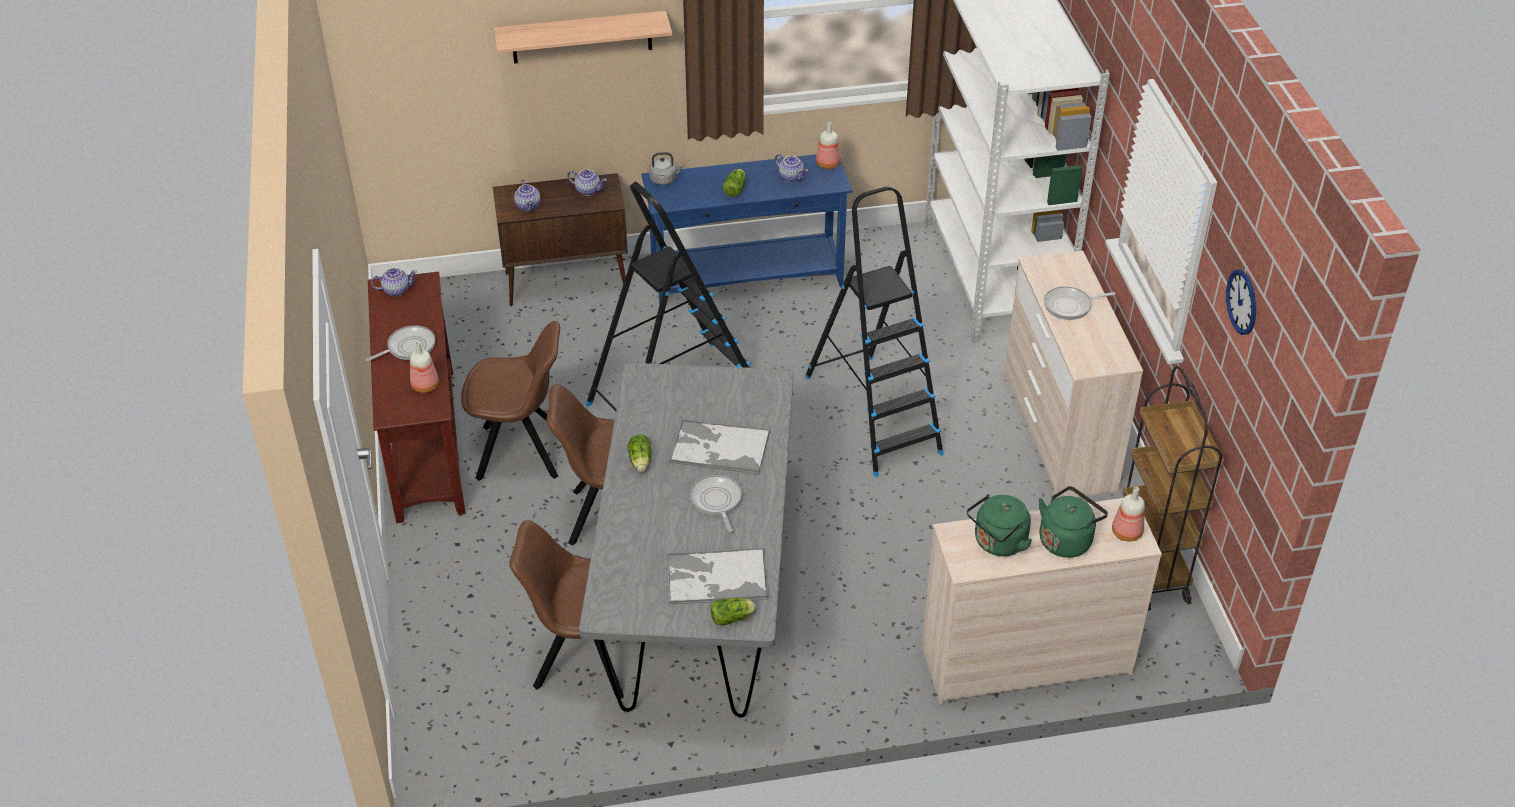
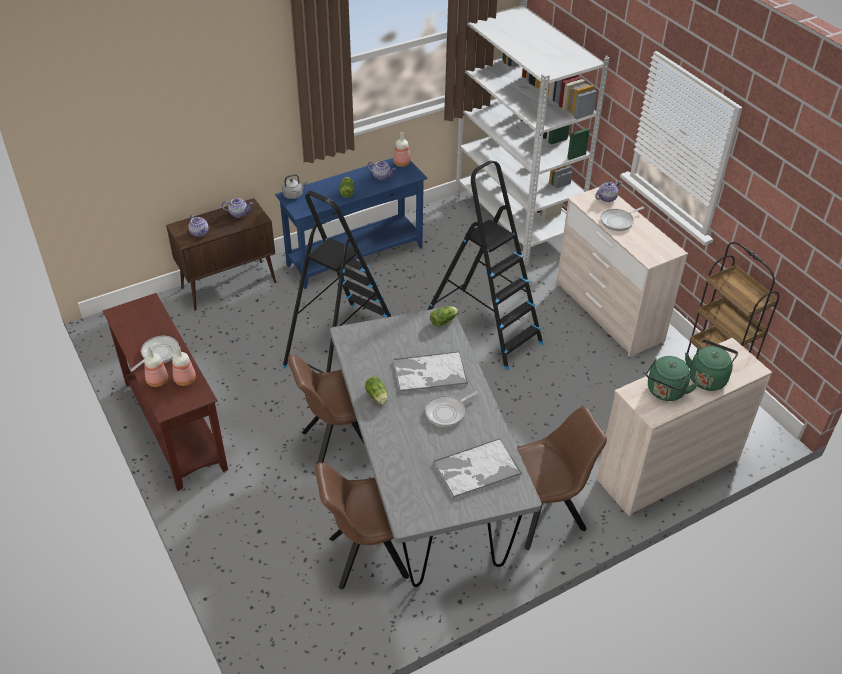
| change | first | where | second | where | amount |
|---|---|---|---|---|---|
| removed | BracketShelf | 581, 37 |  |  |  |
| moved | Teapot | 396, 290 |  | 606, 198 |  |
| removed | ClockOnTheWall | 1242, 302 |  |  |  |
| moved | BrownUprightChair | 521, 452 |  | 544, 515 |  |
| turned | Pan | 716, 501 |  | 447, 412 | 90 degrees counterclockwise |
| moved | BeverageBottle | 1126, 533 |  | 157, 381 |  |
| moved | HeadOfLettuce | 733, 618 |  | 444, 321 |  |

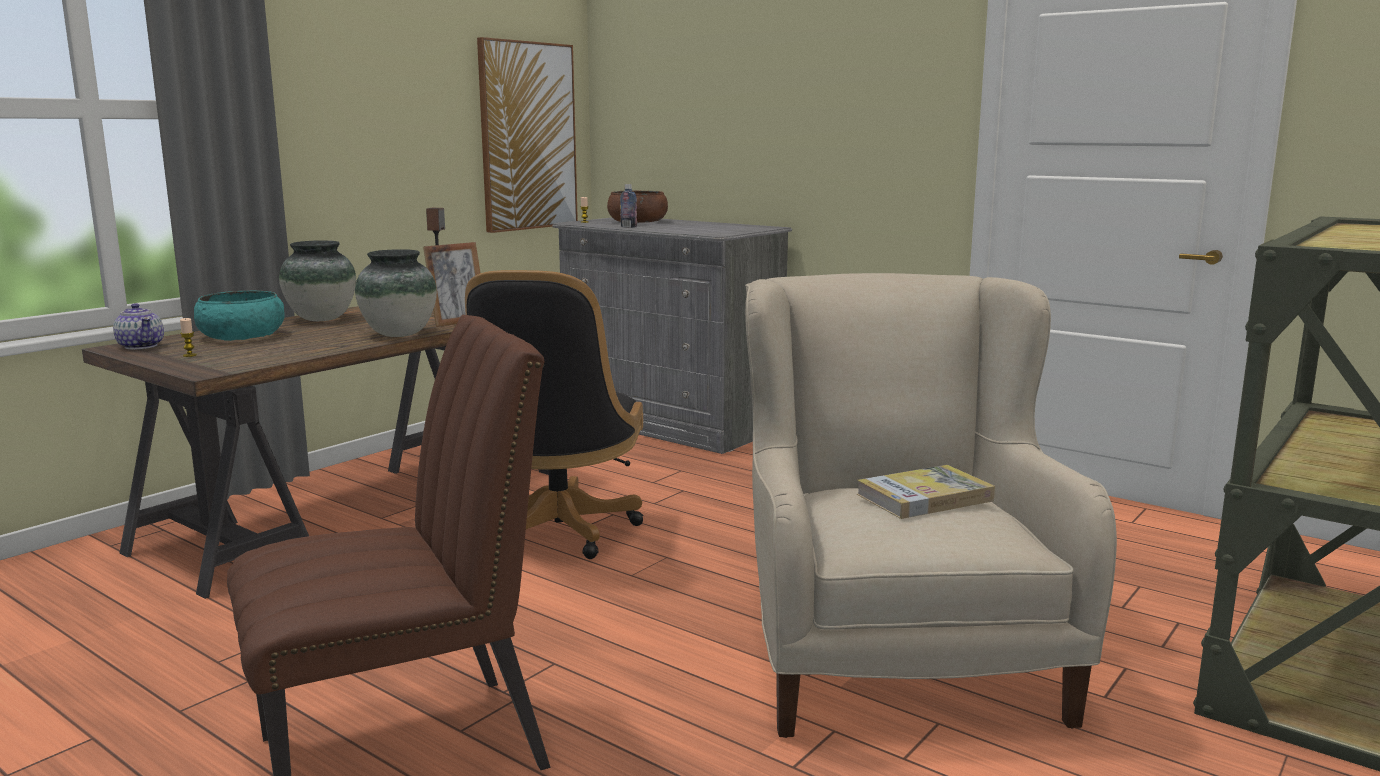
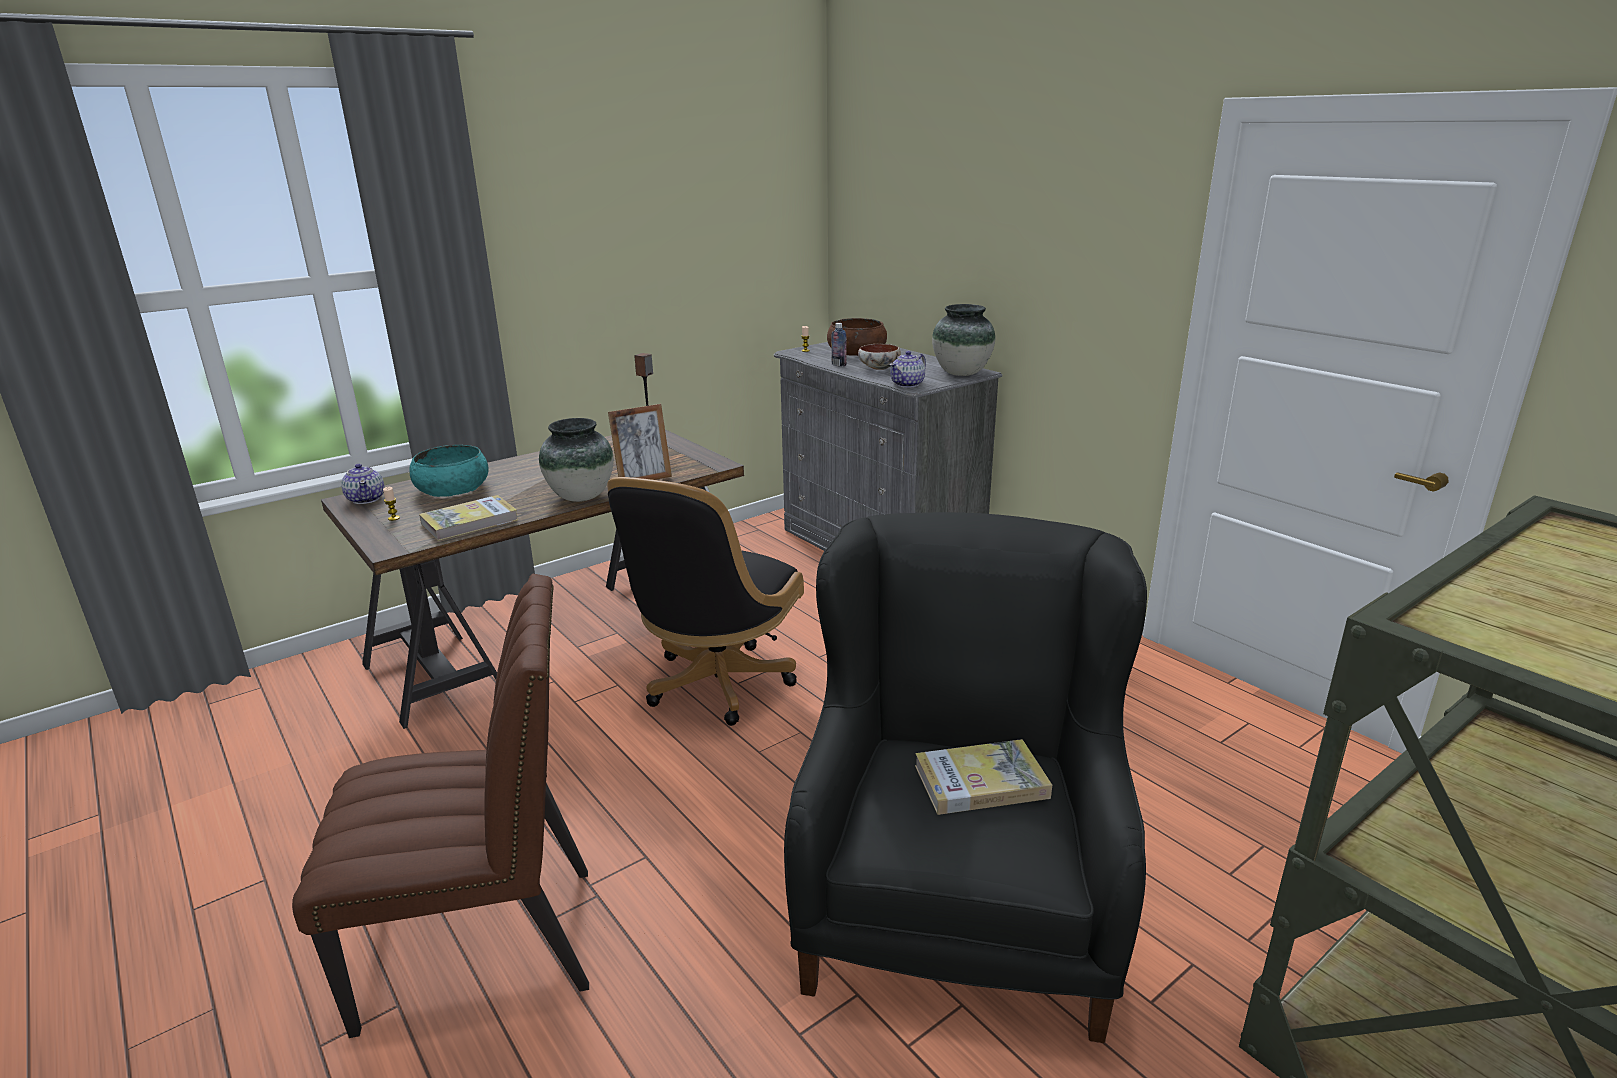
| change | first | where | second | where | amount |
|---|---|---|---|---|---|
| removed | WallPicture | 528, 136 |  |  |  |
| moved | FlowerVase | 322, 319 |  | 961, 373 |  |
| recoloured | BeigeColouredArmchair | 890, 652 | BlackColouredArmchair | 956, 898 |  |
| added |  |  | DeepDish | 879, 368 |  |
| added |  |  | Teapot | 908, 384 |  |
| added |  |  | BoundBook | 470, 522 |  |

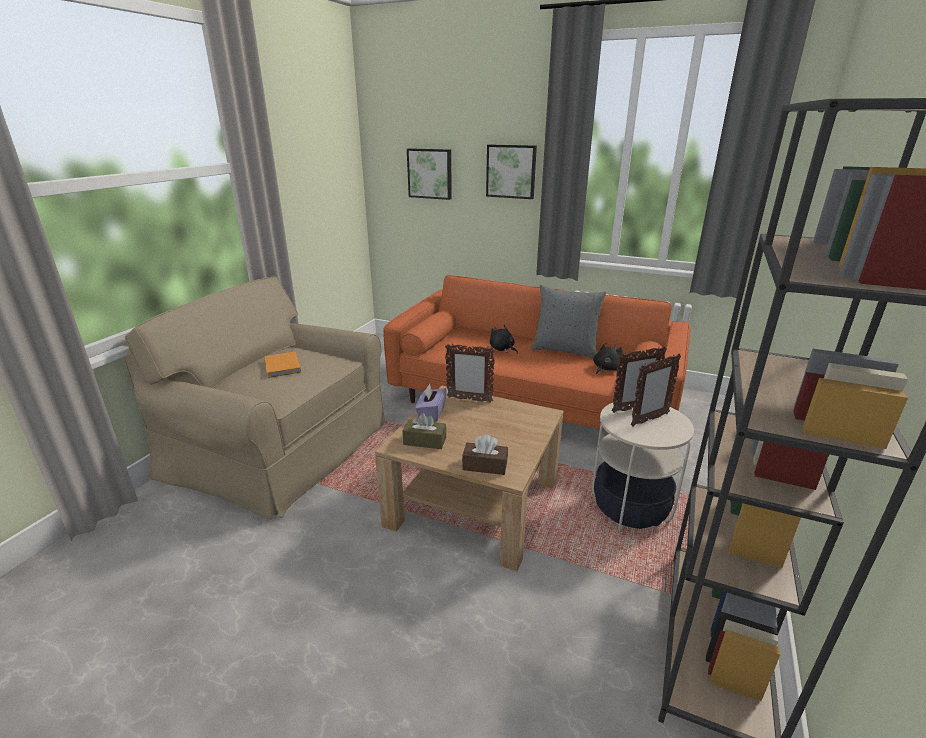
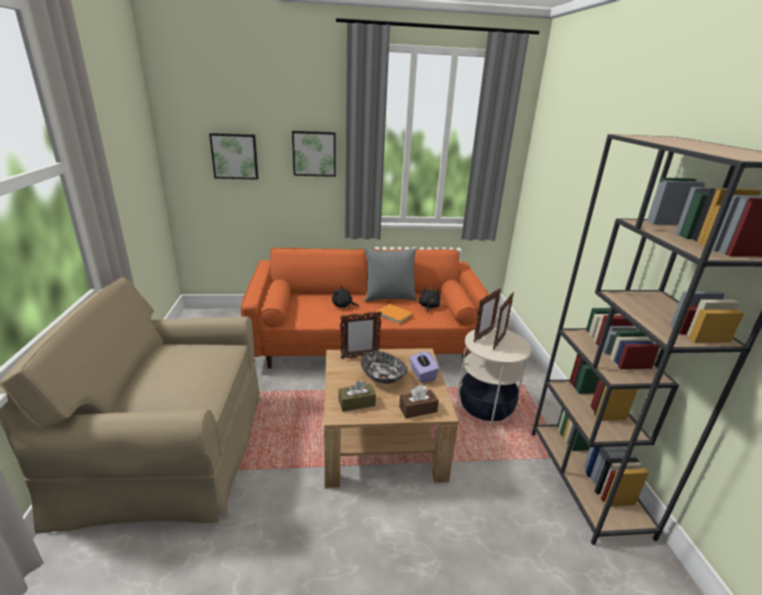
| change | first | where | second | where | amount |
|---|---|---|---|---|---|
| moved | OrangeColouredBoundBook | 282, 367 |  | 394, 315 |  |
| moved | PurpleTissueBox | 431, 413 |  | 422, 374 |  |
| added |  |  | DeepDish | 383, 377 |  |

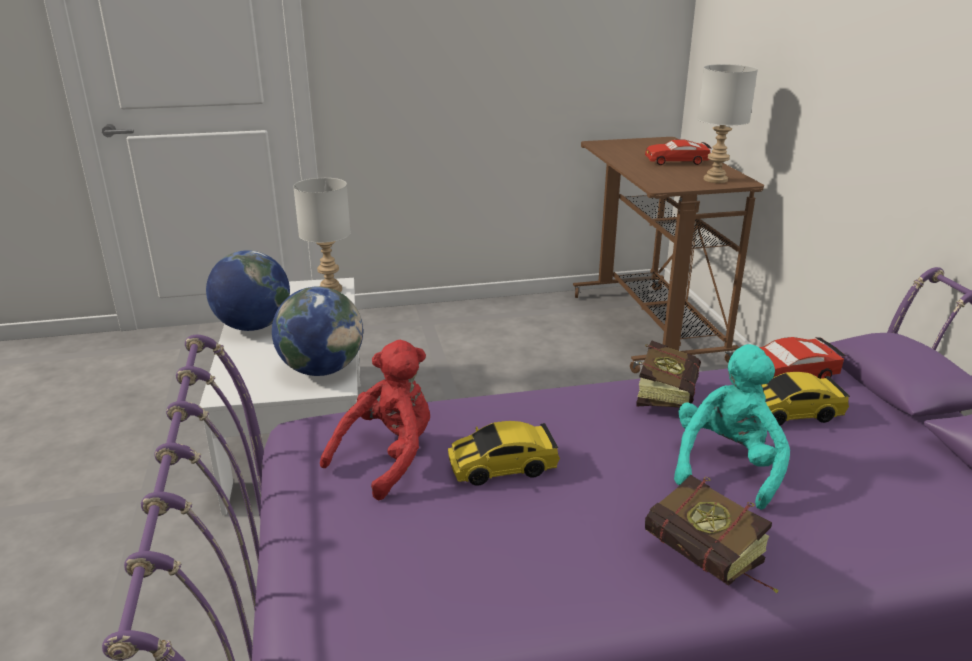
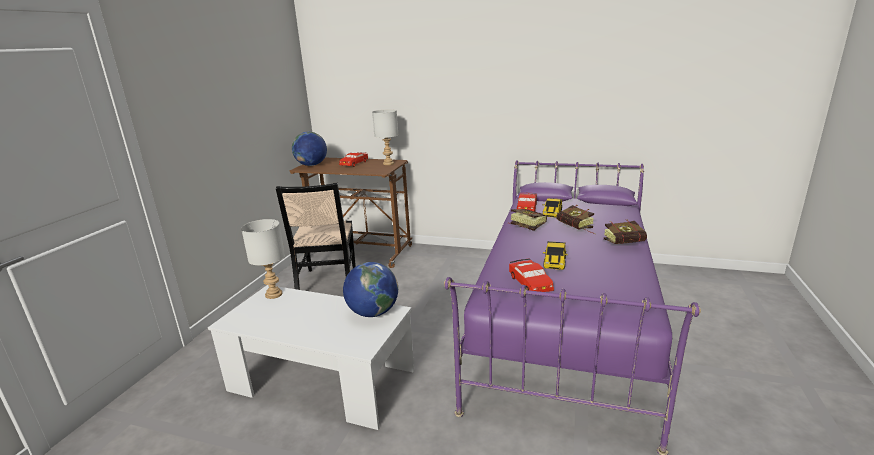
| change | first | where | second | where | amount |
|---|---|---|---|---|---|
| moved | Globe | 253, 326 |  | 311, 165 |  |
| replaced | RedSoftToy | 388, 458 | RedModelCar | 530, 283 |  |
| replaced | BlueGreenSoftToy | 727, 466 | BoundBook | 577, 229 |  |
| added |  |  | UprightChair | 328, 283 |  |

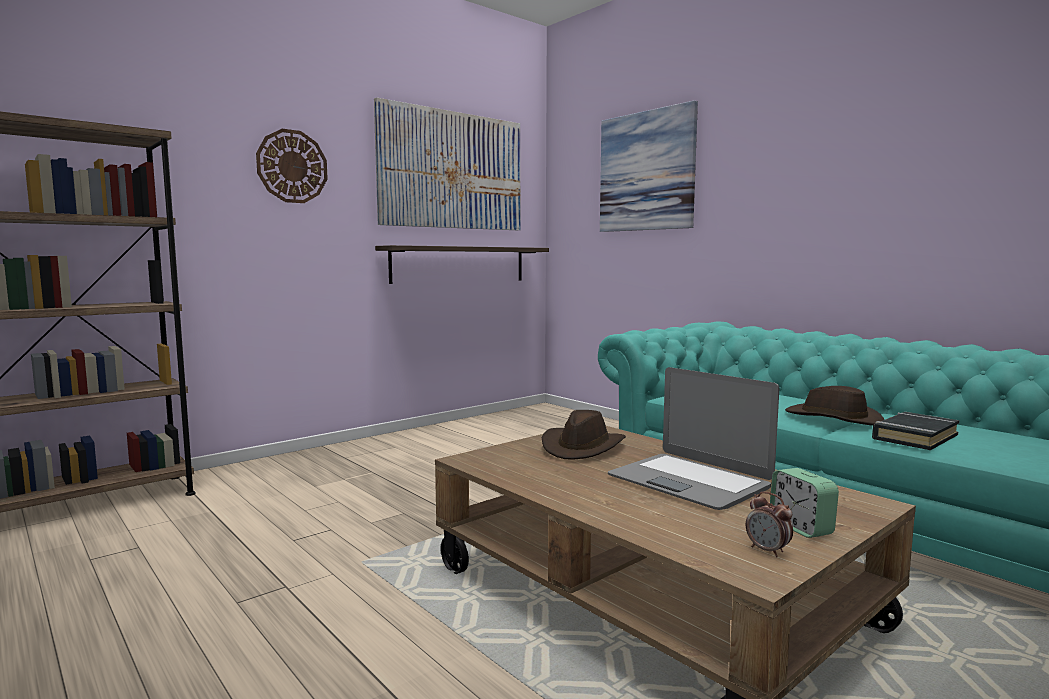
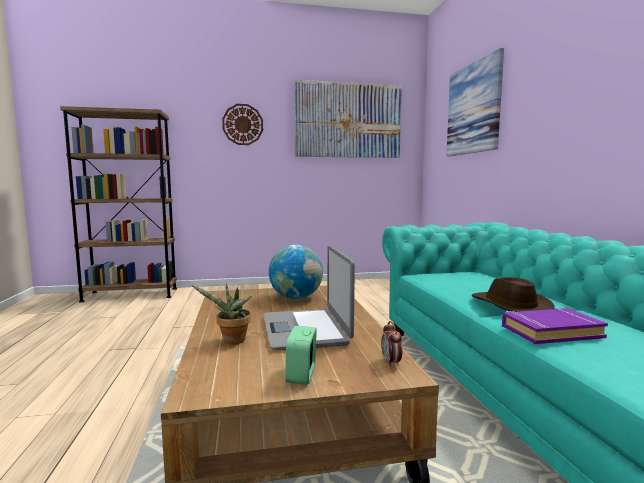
| change | first | where | second | where | amount |
|---|---|---|---|---|---|
| removed | BracketShelf | 460, 264 |  |  |  |
| replaced | BrownWearableHat | 583, 447 | Globe | 296, 298 |  |
| recoloured | BlackColouredBoundBook | 914, 437 | PurpleBoundBook | 550, 331 |  |
| moved | TableClock | 768, 551 |  | 391, 363 |  |
| added |  |  | PlantInAPot | 232, 341 |  |

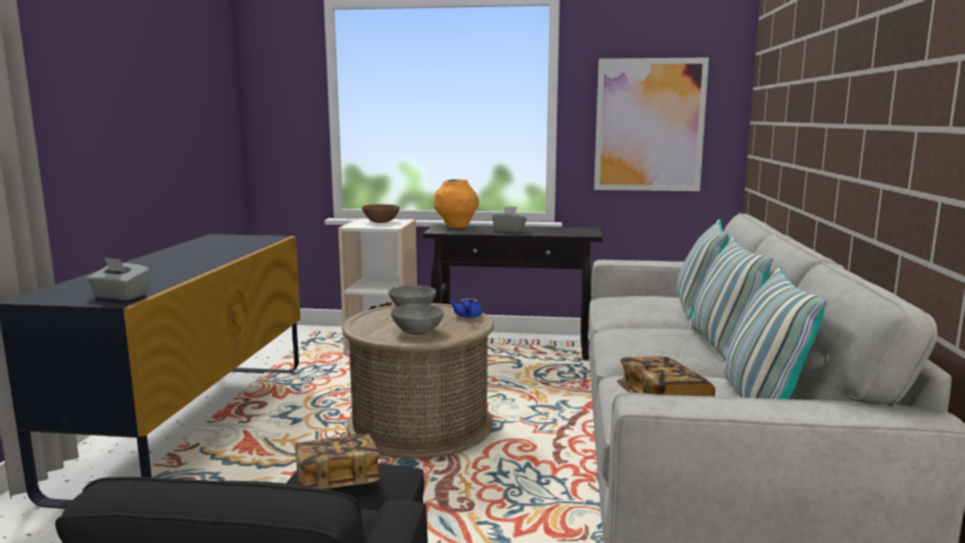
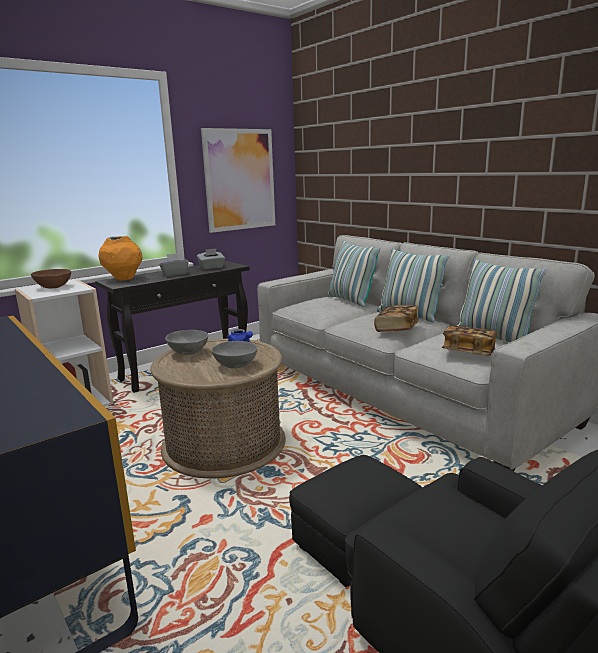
| change | first | where | second | where | amount |
|---|---|---|---|---|---|
| moved | GreyishTissueBox | 120, 296 |  | 211, 267 |  |
| moved | BoundBook | 338, 480 |  | 396, 329 |  |

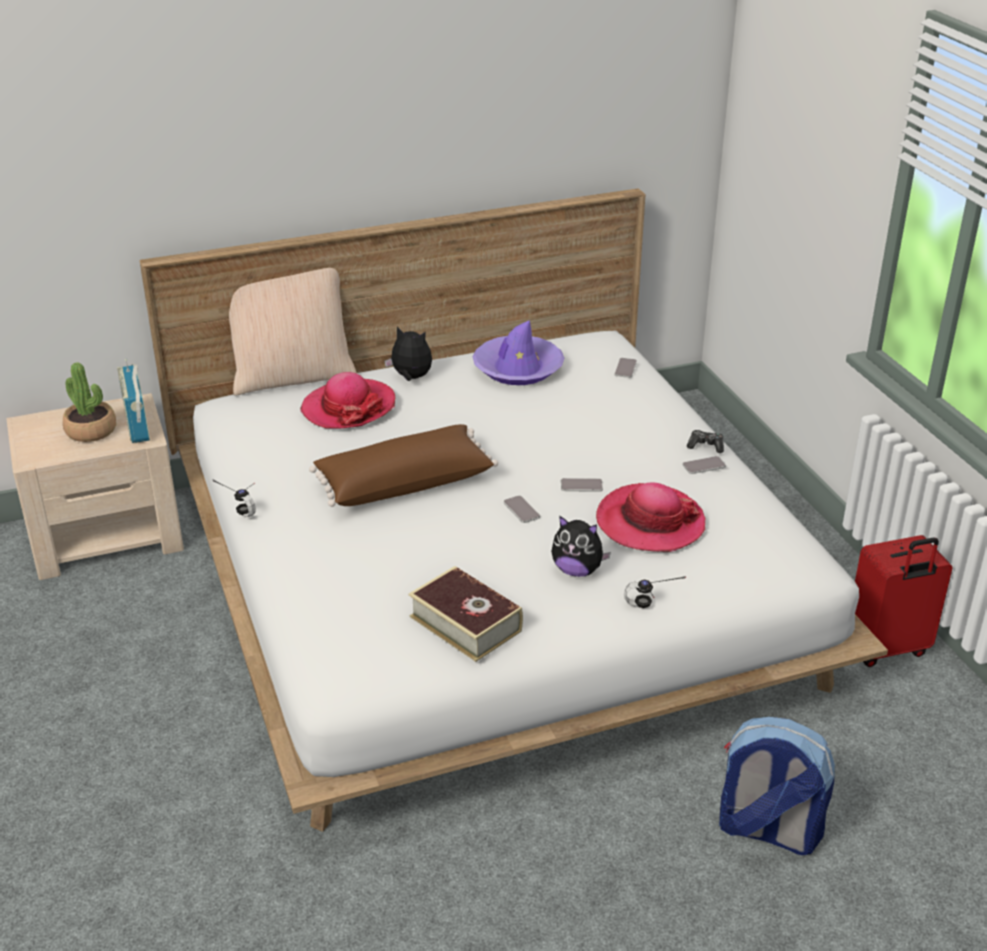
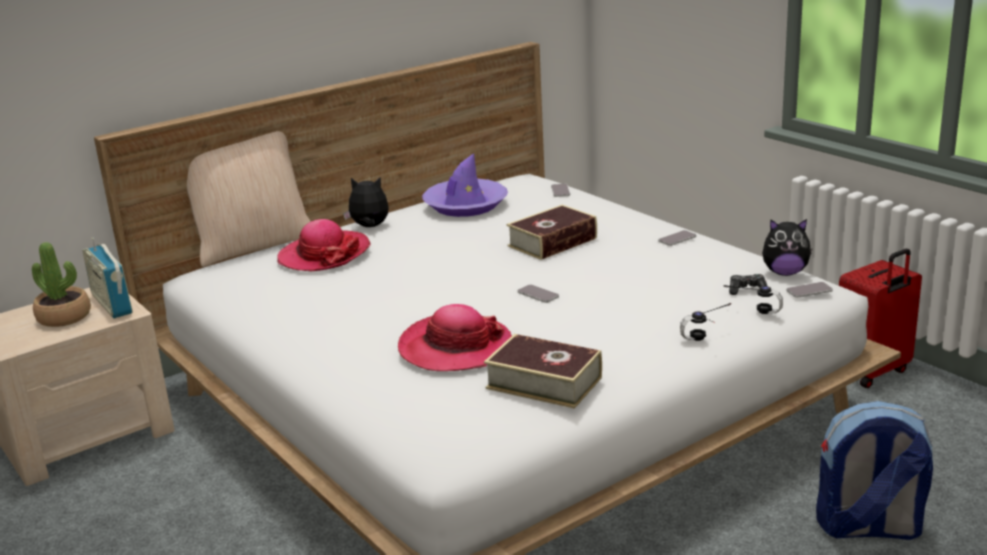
| change | first | where | second | where | amount |
|---|---|---|---|---|---|
| removed | BrownCushion | 404, 483 |  |  |  |
| moved | Joypad | 706, 446 |  | 747, 290 |  |
| moved | Telephone | 581, 486 |  | 809, 291 |  |
| moved | Headphones | 242, 506 |  | 755, 308 |  |
| moved | WearableHat | 650, 522 |  | 455, 347 |  |
| moved | SoftToy | 577, 570 |  | 785, 272 |  |
| added |  |  | BoundBook | 552, 242 |  |

